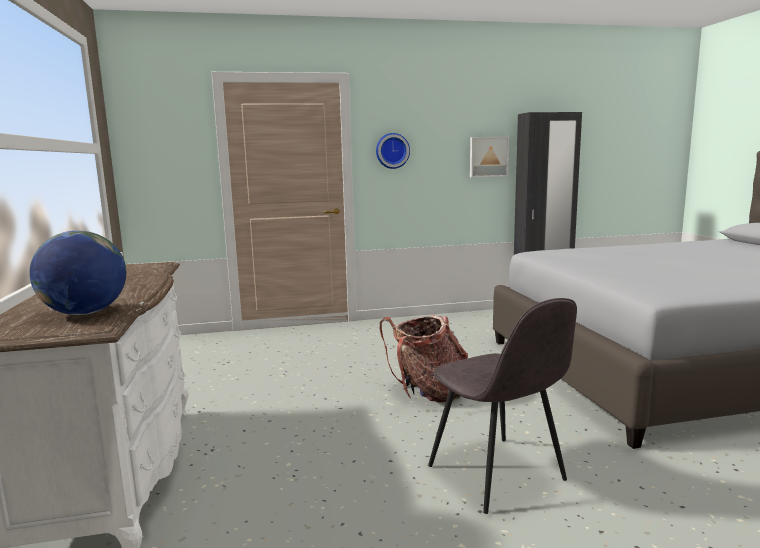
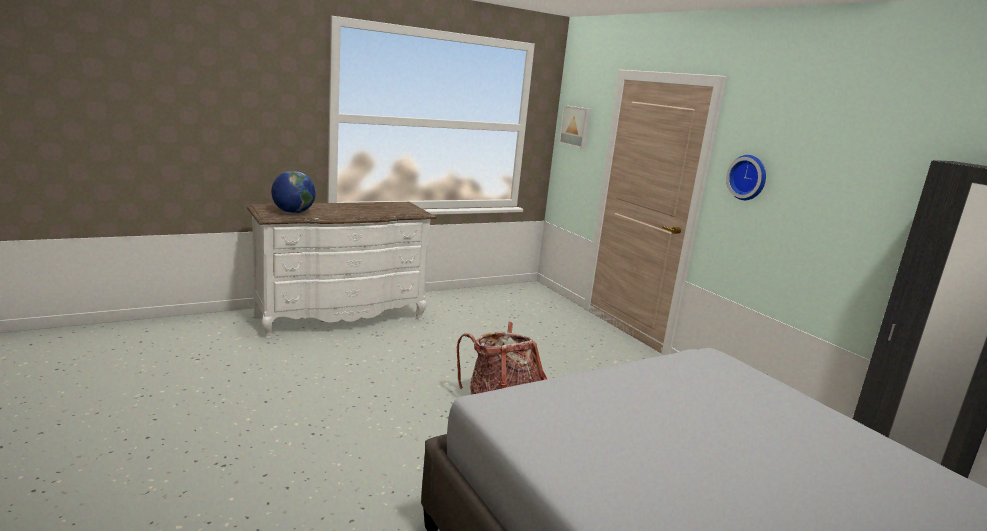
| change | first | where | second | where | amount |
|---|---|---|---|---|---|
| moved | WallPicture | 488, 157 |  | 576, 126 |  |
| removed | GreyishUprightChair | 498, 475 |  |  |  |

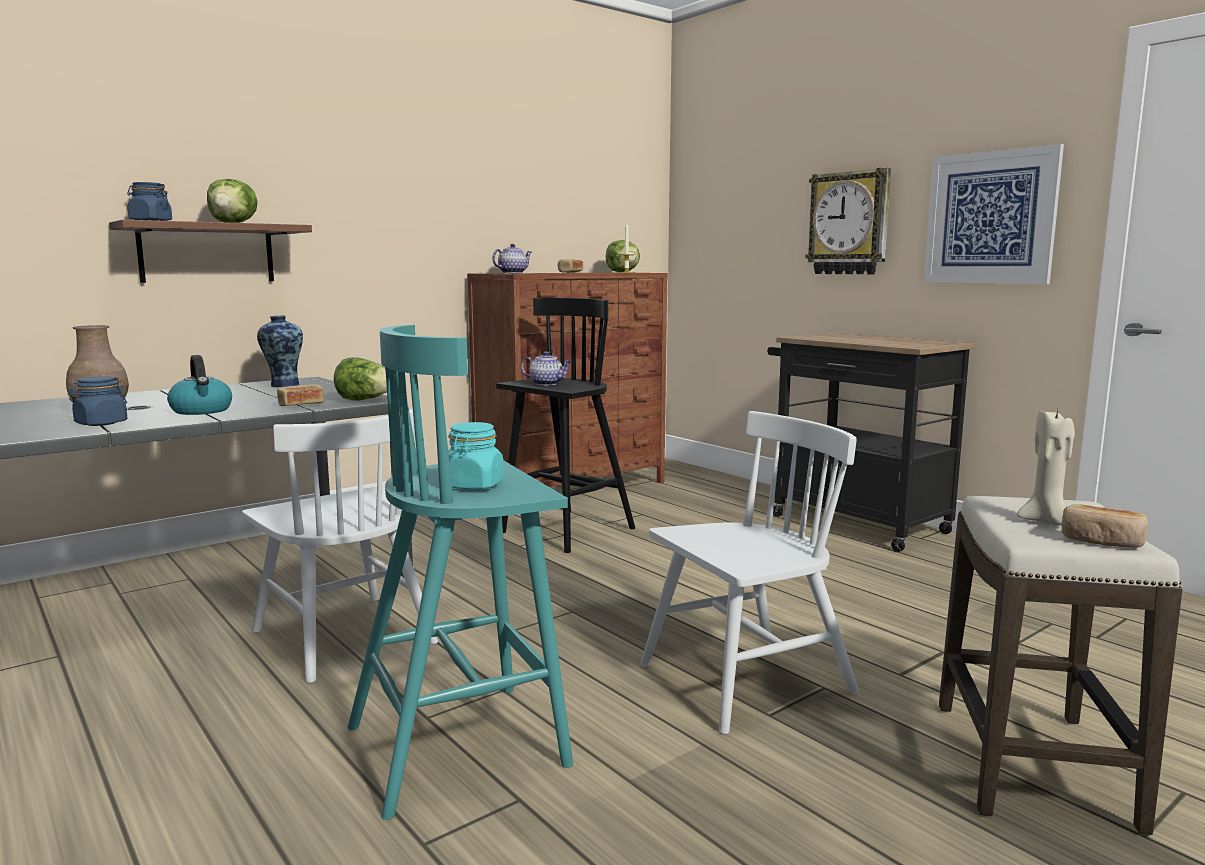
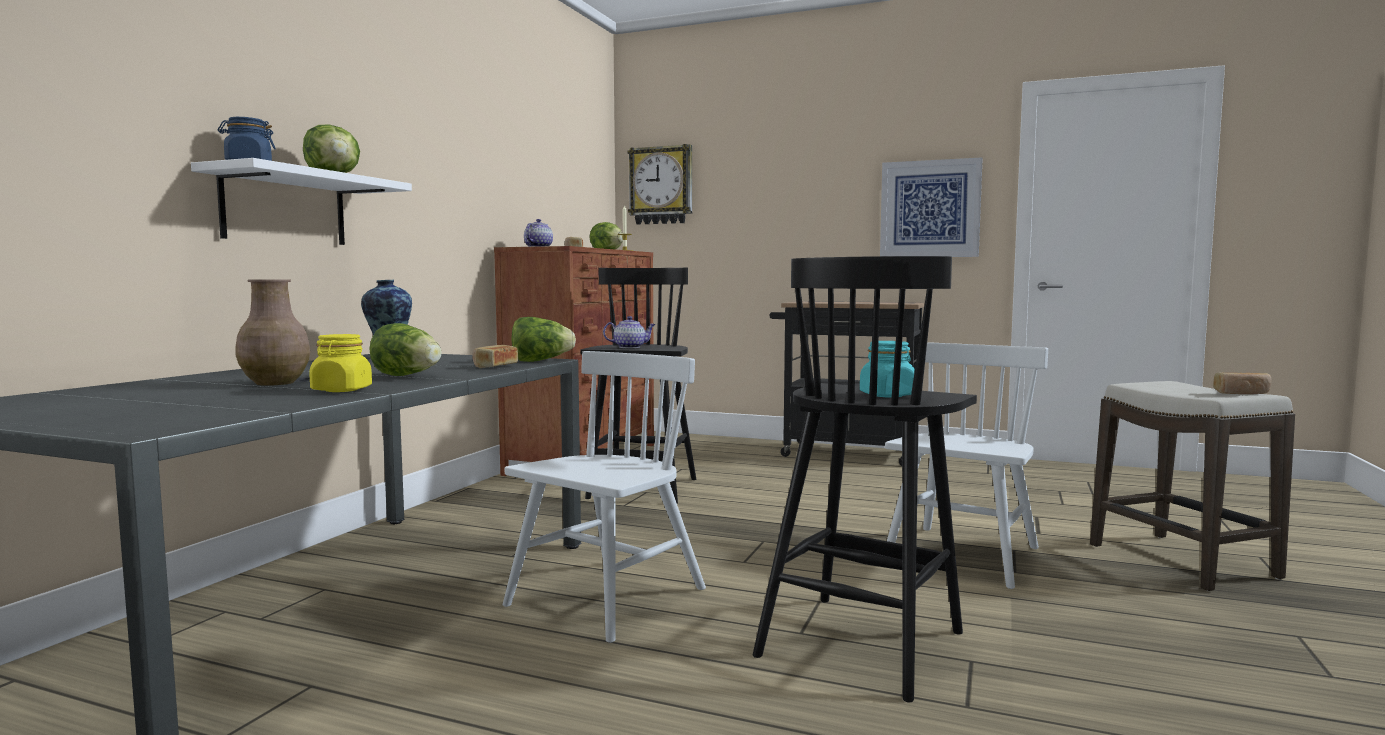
| change | first | where | second | where | amount |
|---|---|---|---|---|---|
| moved | ClockOnTheWall | 849, 223 |  | 661, 185 |  |
| recoloured | BrownBracketShelf | 207, 253 | WhitishBracketShelf | 285, 208 |  |
| recoloured | BlueGreenStoolSeat | 464, 743 | BlackColouredStoolSeat | 863, 640 |  |
| replaced | Kettle | 202, 411 | HeadOfLettuce | 408, 376 |  |
| recoloured | BlueColouredJar | 101, 423 | YellowColouredJar | 341, 390 |  |
| turned | WhitishUprightChair | 344, 636 |  | 607, 598 | 75 degrees counterclockwise |
| removed | BeigeColouredWaxLight | 1046, 522 |  |  |  |

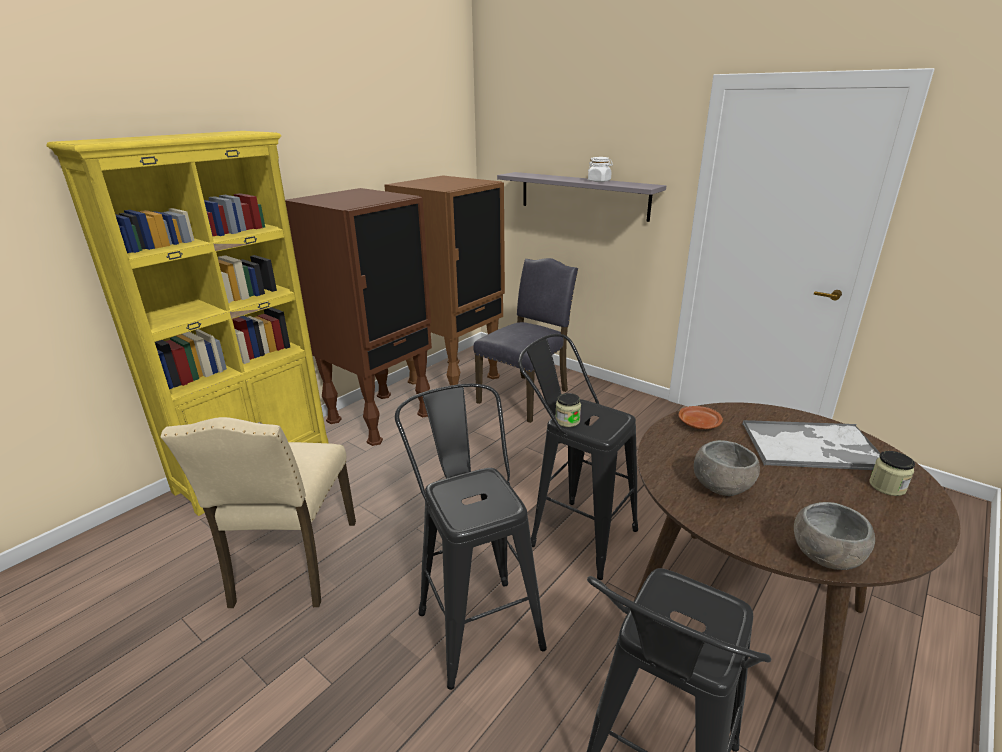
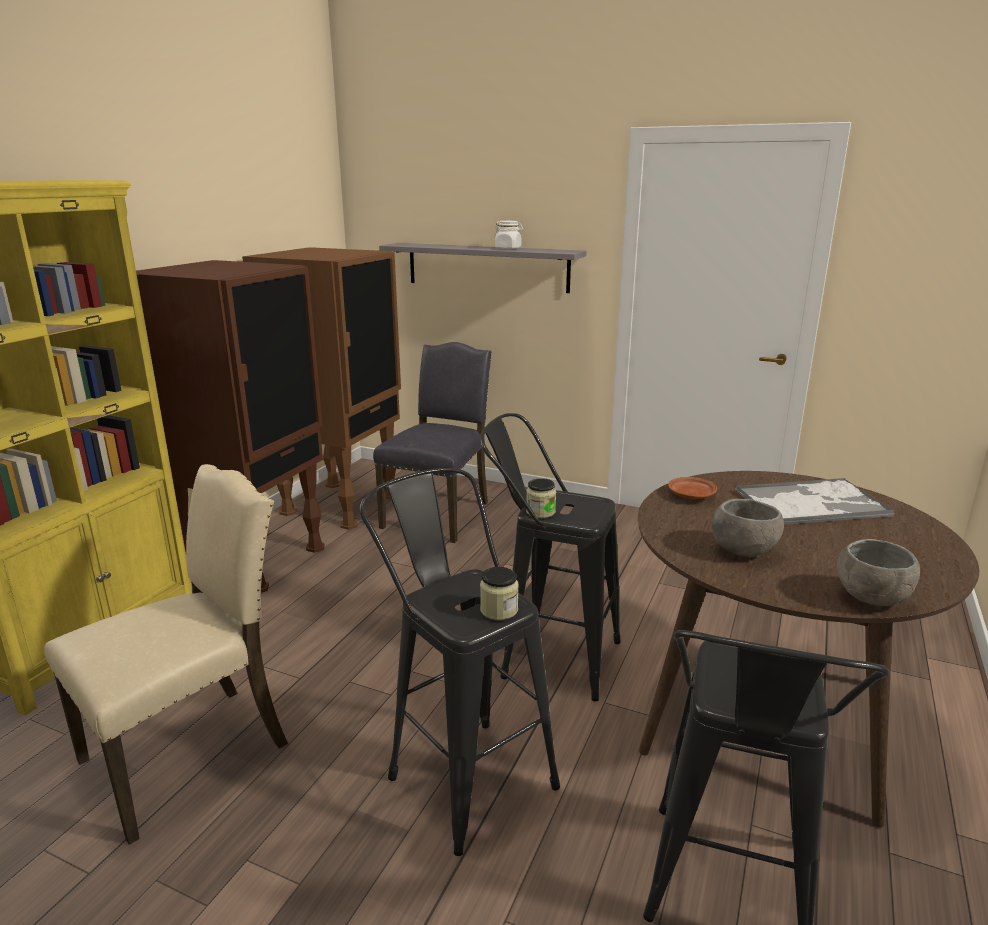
| change | first | where | second | where | amount |
|---|---|---|---|---|---|
| turned | BeigeColouredUprightChair | 292, 564 |  | 192, 752 | 120 degrees counterclockwise |
| moved | Jar | 887, 486 |  | 499, 610 |  |

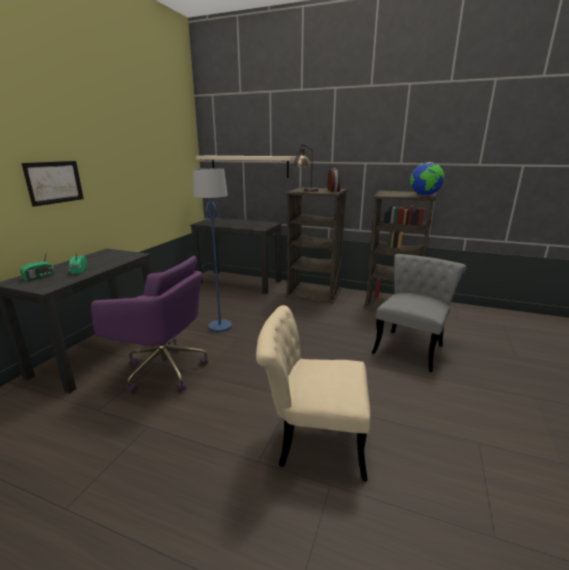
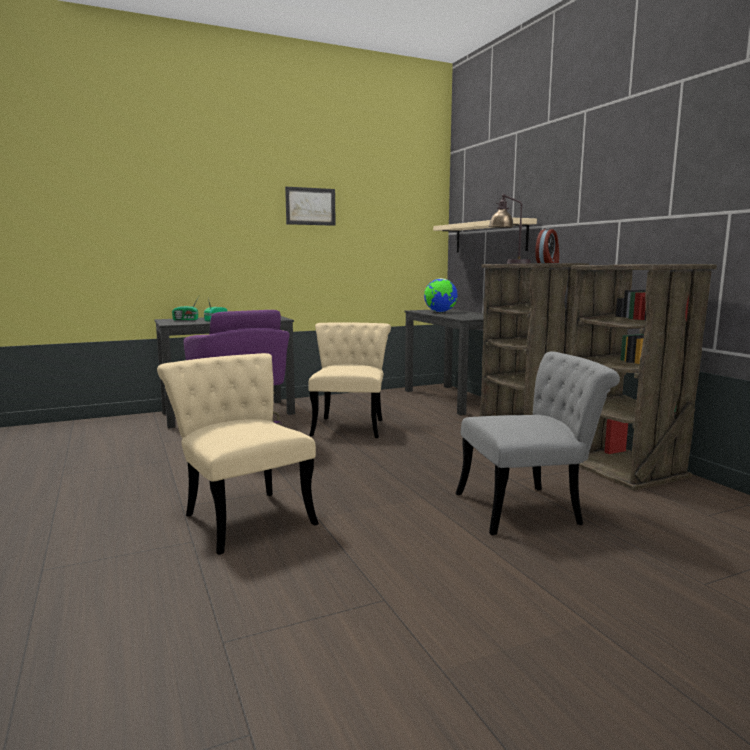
| change | first | where | second | where | amount |
|---|---|---|---|---|---|
| moved | WallPicture | 54, 182 |  | 310, 206 |  |
| moved | Globe | 424, 195 |  | 440, 312 |  |
| replaced | BlueColouredStandardLamp | 220, 326 | BeigeColouredUprightChair | 350, 425 |  |

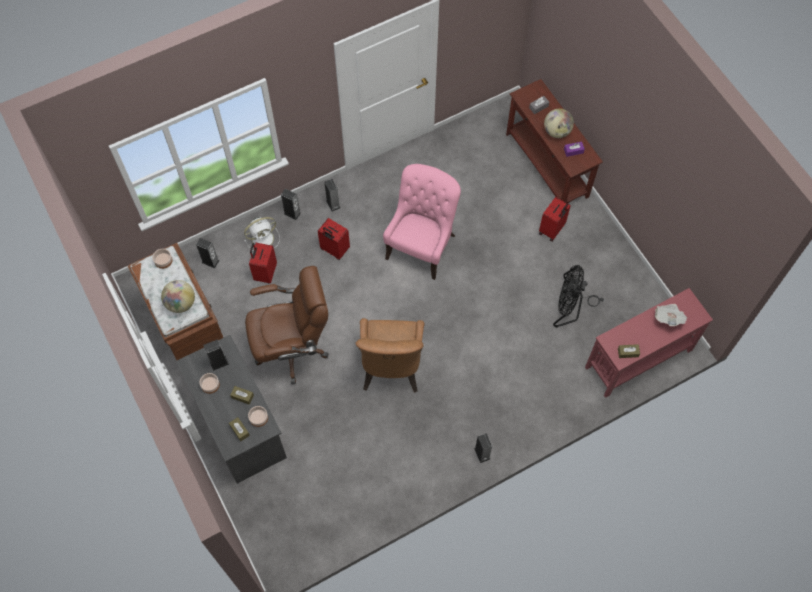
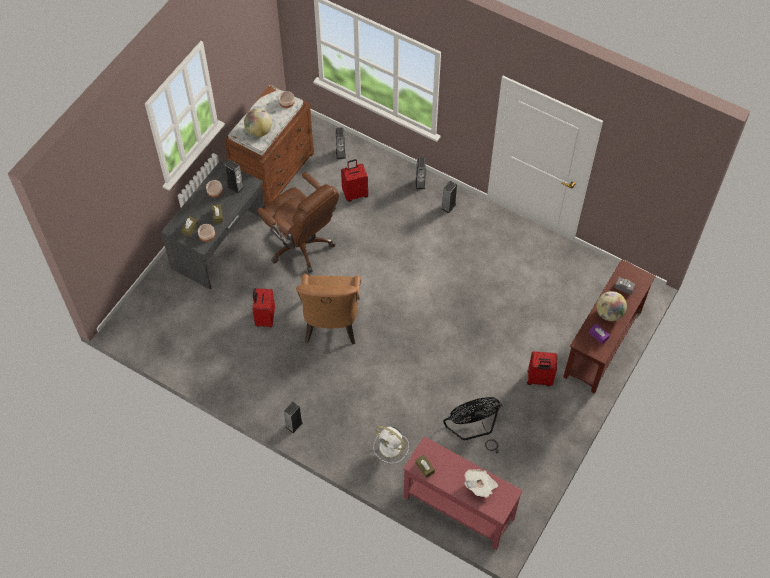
| change | first | where | second | where | amount |
|---|---|---|---|---|---|
| removed | PinkishUprightChair | 421, 246 |  |  |  |
| moved | WhitishElectricFan | 263, 238 |  | 391, 447 |  |
| moved | RedTravelCase | 334, 250 |  | 264, 318 |  |
| turned | BrownUprightChair | 391, 365 |  | 331, 321 | 60 degrees counterclockwise |

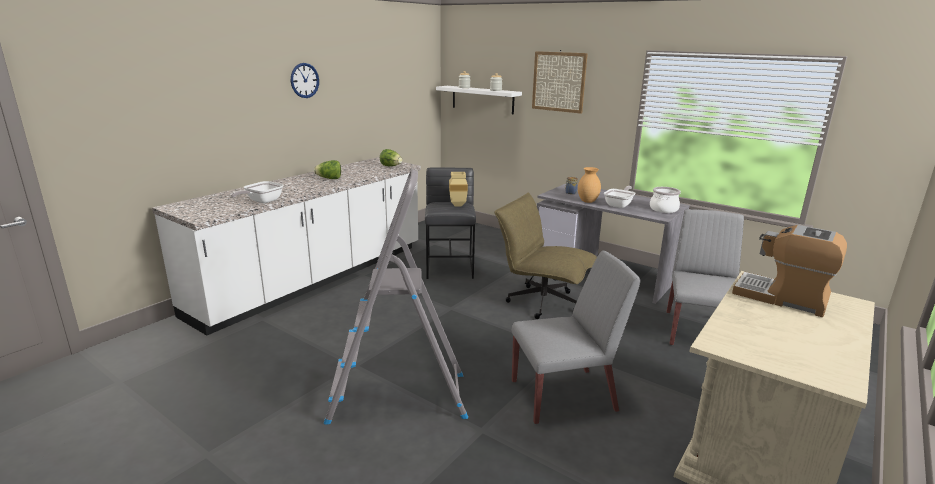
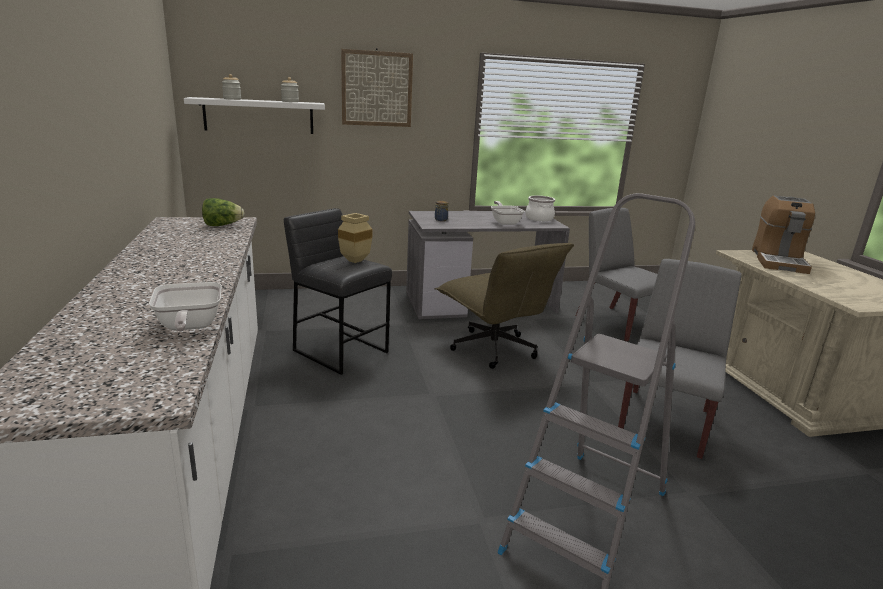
| change | first | where | second | where | amount |
|---|---|---|---|---|---|
| removed | ClockOnTheWall | 304, 80 |  |  |  |
| removed | HeadOfLettuce | 329, 179 |  |  |  |
| removed | BrownFlowerVase | 588, 201 |  |  |  |
| turned | BeigeColouredComputerChair | 544, 303 |  | 492, 348 | 105 degrees counterclockwise |
| turned | CoffeeMachine | 782, 297 |  | 778, 261 | 60 degrees counterclockwise |

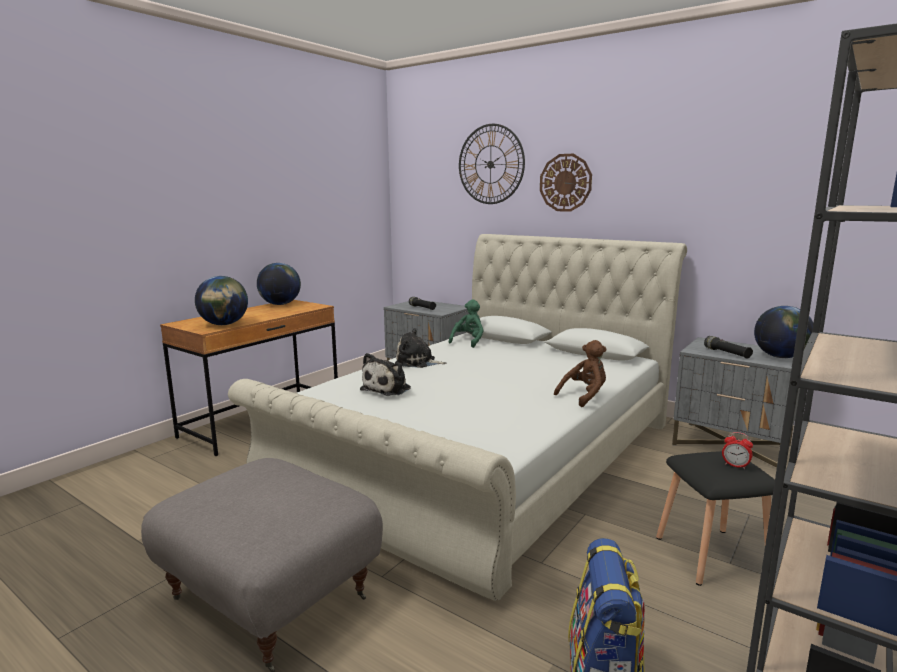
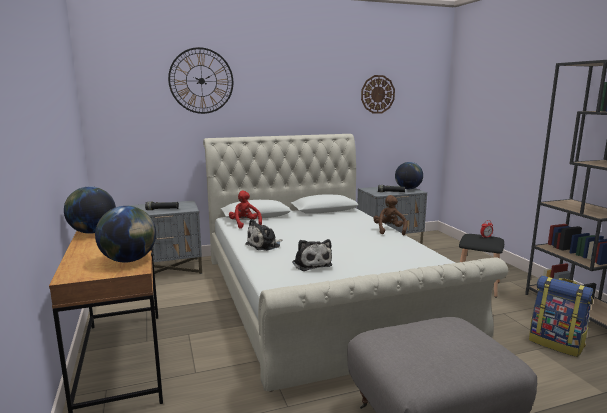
| change | first | where | second | where | amount |
|---|---|---|---|---|---|
| moved | ClockOnTheWall | 565, 182 |  | 377, 94 |  |
| recoloured | GreenColouredSoftToy | 468, 341 | RedSoftToy | 245, 224 |  |

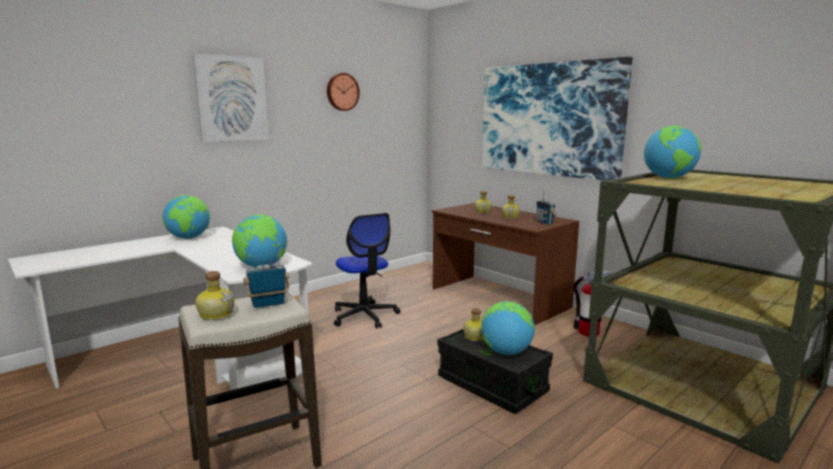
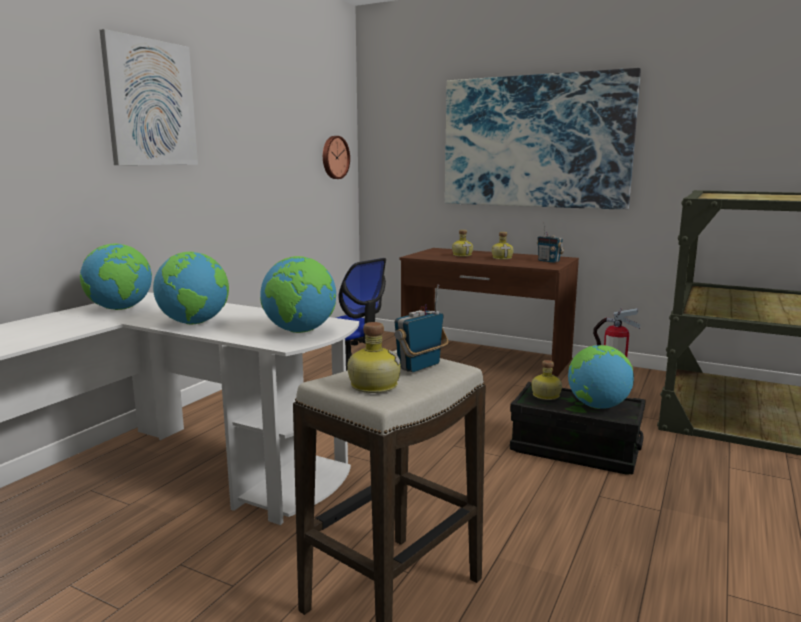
| change | first | where | second | where | amount |
|---|---|---|---|---|---|
| moved | ClockOnTheWall | 342, 92 |  | 334, 157 |  |
| moved | Globe | 669, 178 |  | 195, 323 |  |

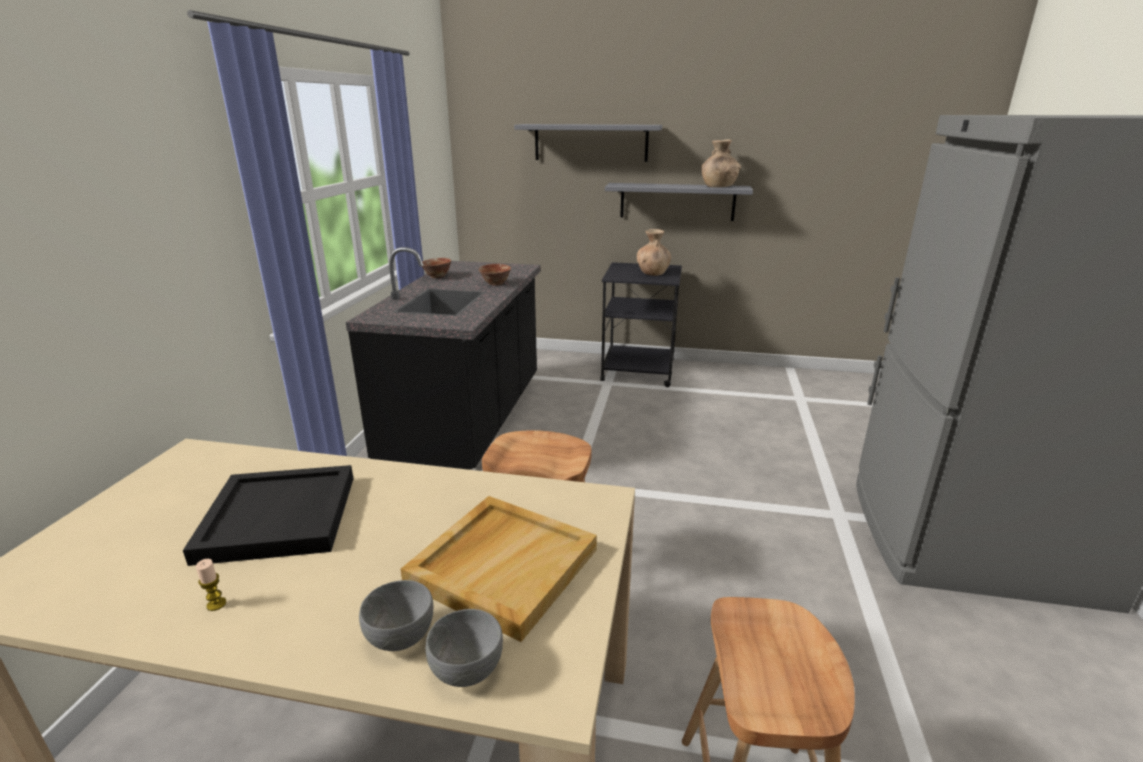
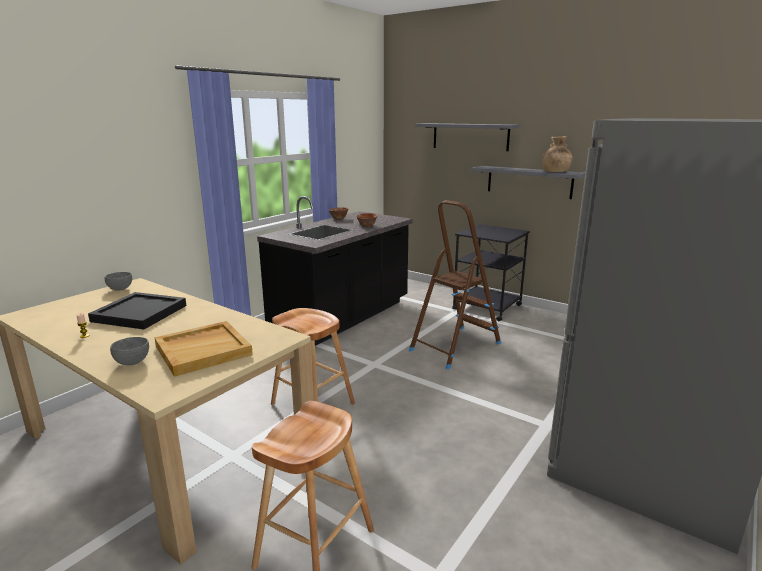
| change | first | where | second | where | amount |
|---|---|---|---|---|---|
| removed | BrownFlowerVase | 653, 273 |  |  |  |
| moved | GreyishDeepDish | 466, 671 |  | 120, 289 |  |
| added |  |  | BrownStepLadder | 456, 346 |  |

